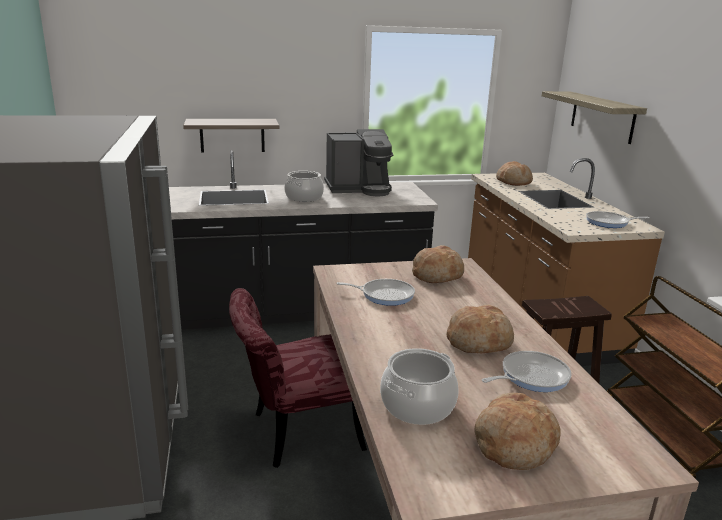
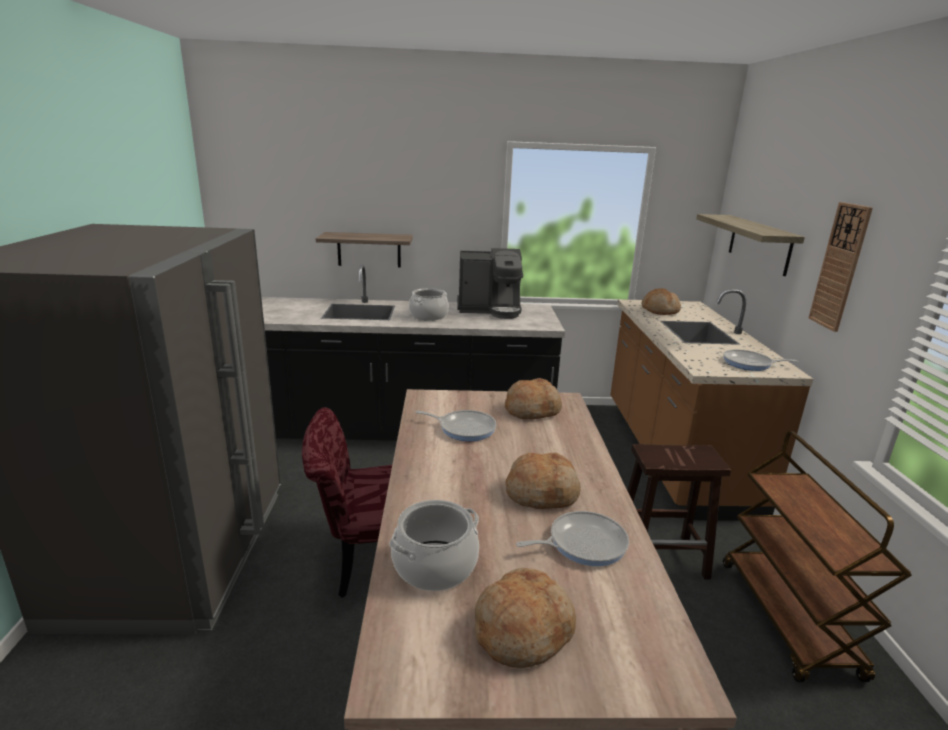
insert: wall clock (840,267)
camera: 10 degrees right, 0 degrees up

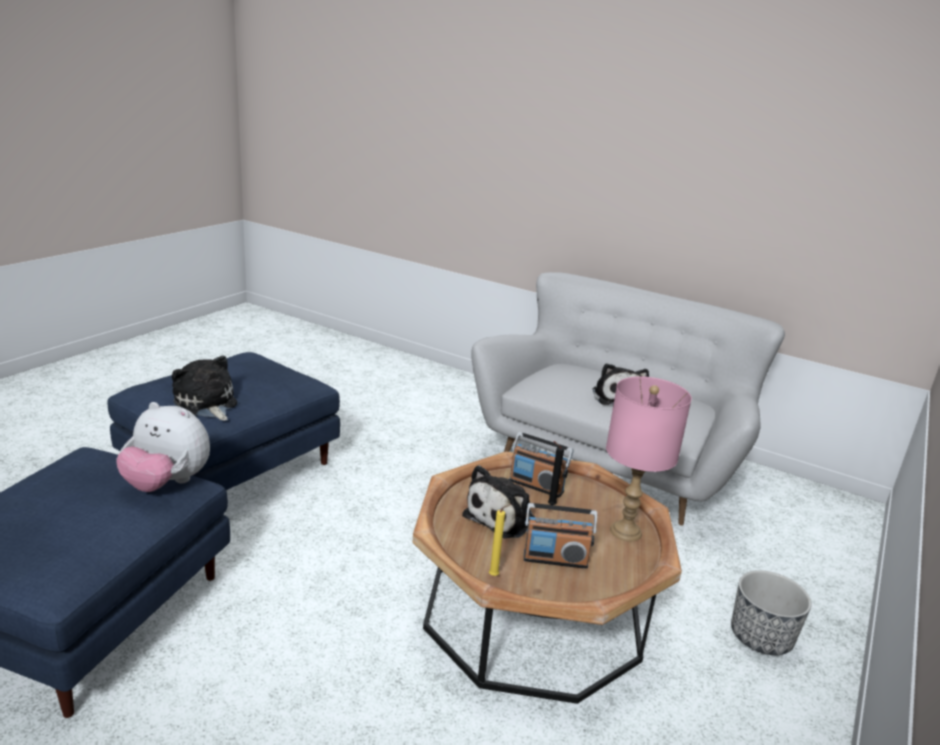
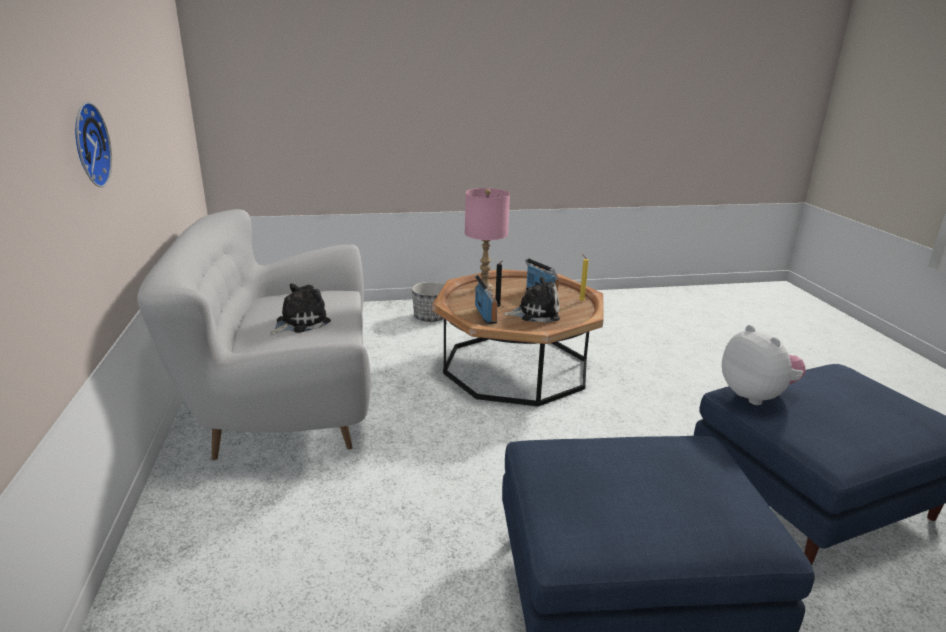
delete: plush toy (206,404)
insert: wall clock (87,145)
camera: 130 degrees left, 0 degrees up

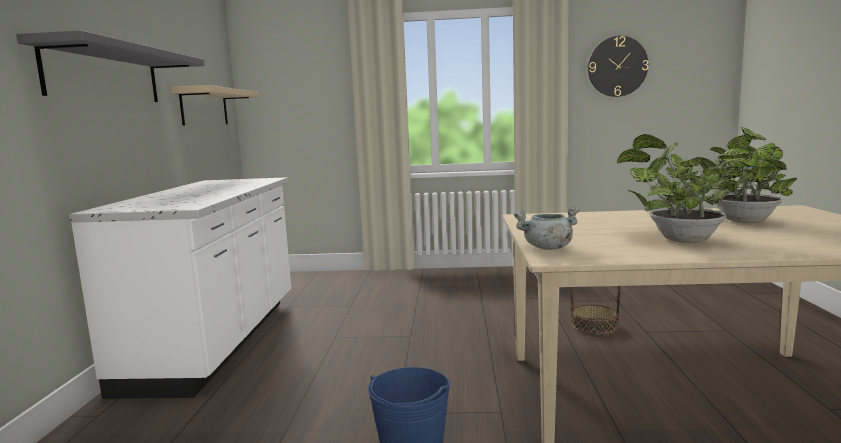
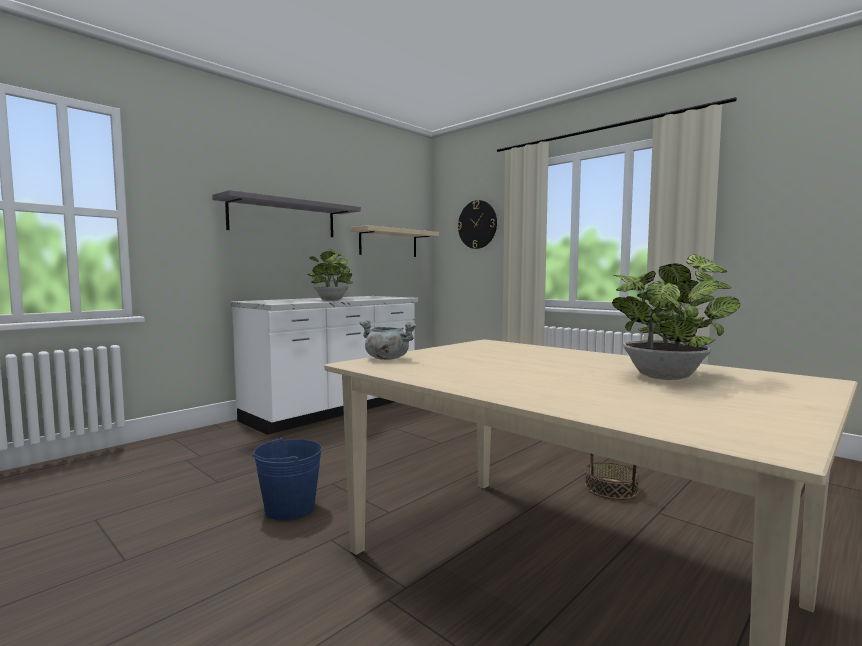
move: wall clock (617,66) to (477,224); potted plant (679,239) to (331,299)
camera: 40 degrees right, 5 degrees down

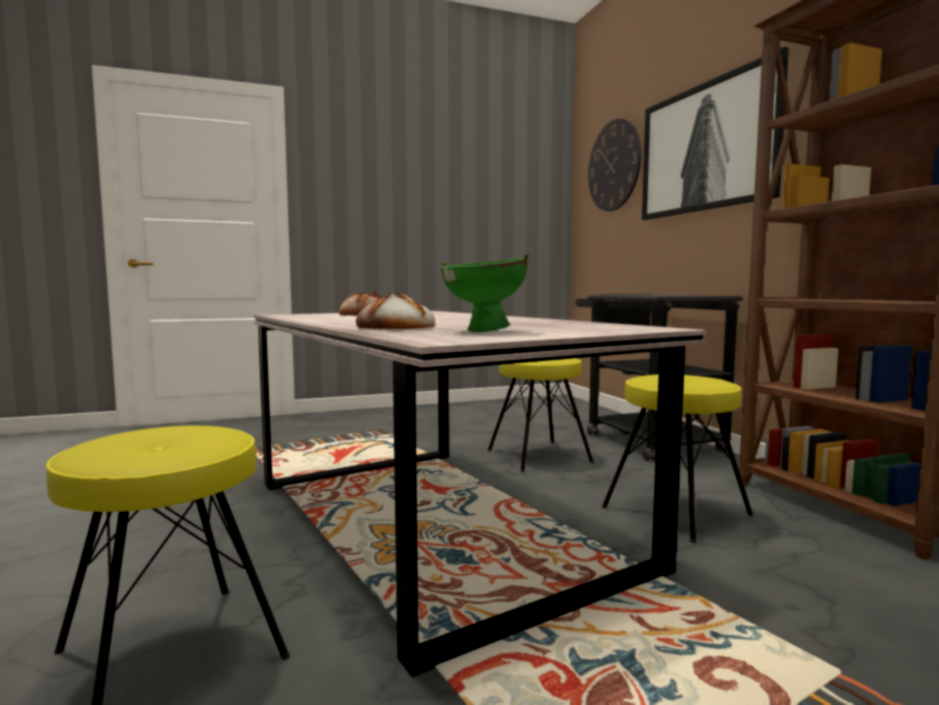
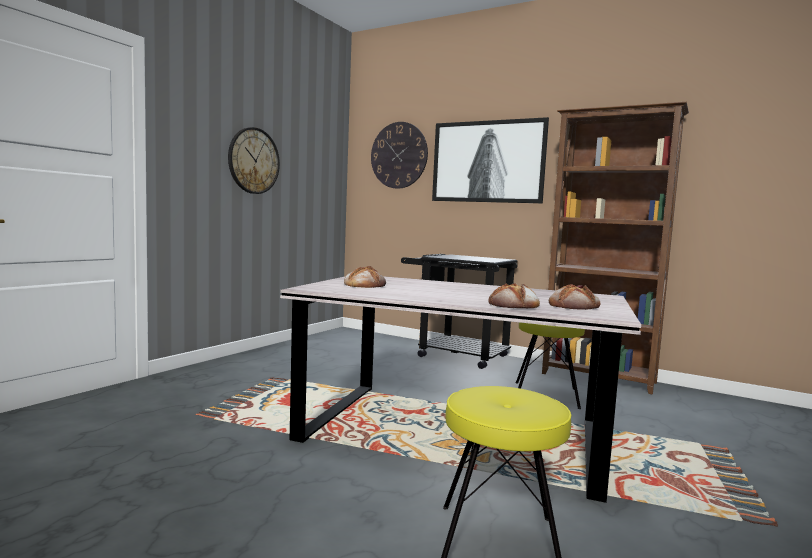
delete: yellow stool (539,456)
insert: wall clock (253,161)
replace: green bowl (485,331) to bread (574,306)
camera: 40 degrees left, 0 degrees up

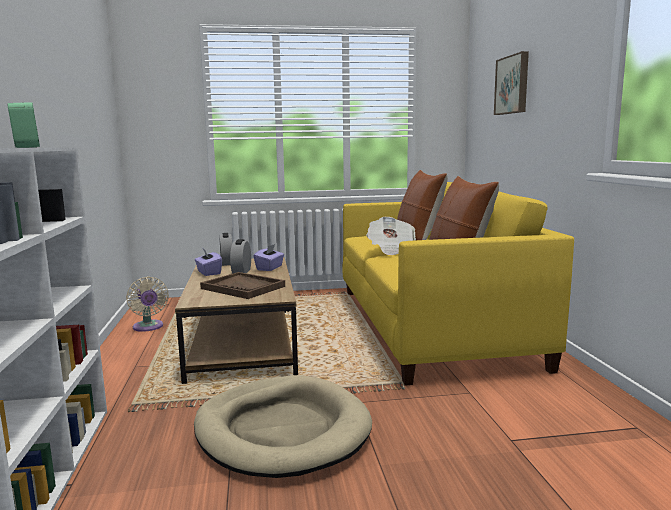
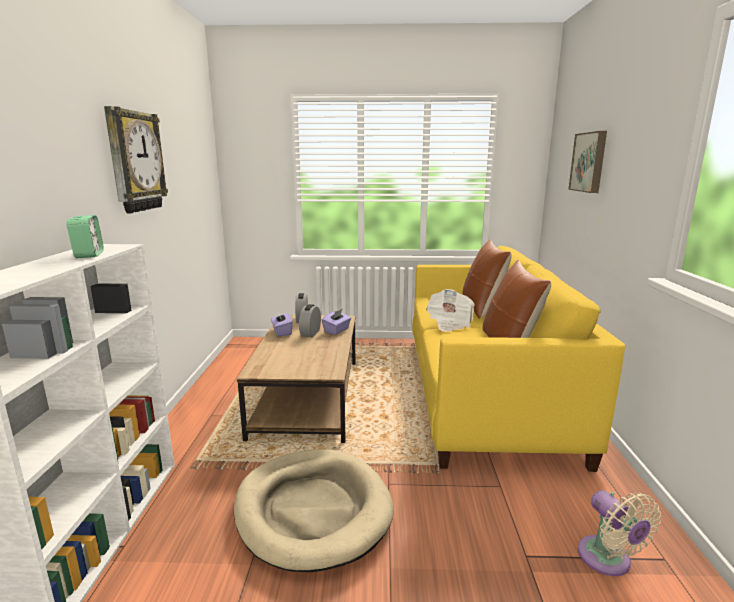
delete: brown tray (243,287)
insert: wall clock (134,161)
move: beige fan (148,327) to (608,560)
camera: 10 degrees right, 5 degrees up

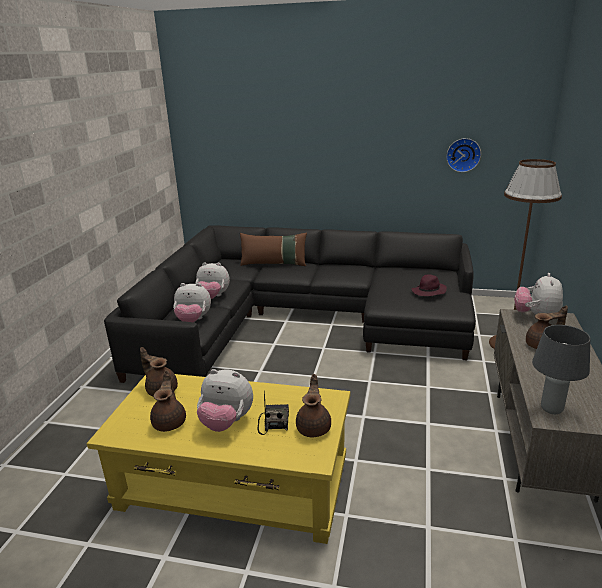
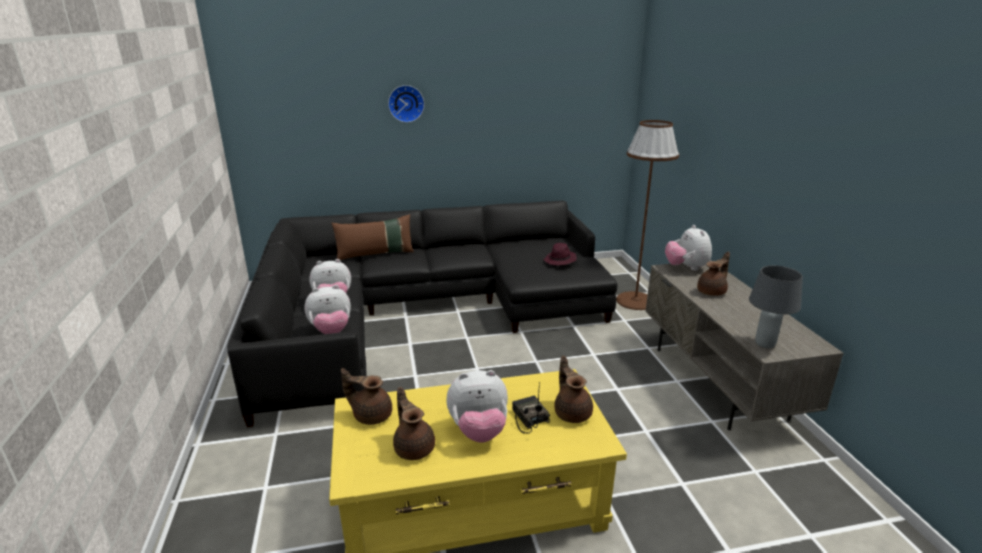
move: wall clock (463,155) to (406,103)
camera: 25 degrees left, 0 degrees up

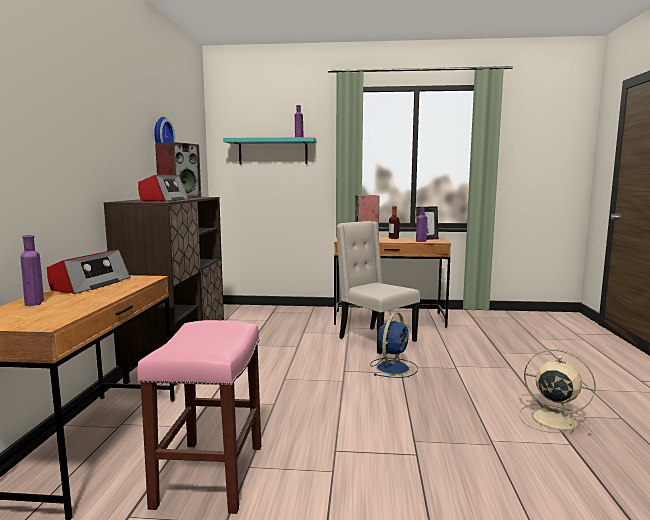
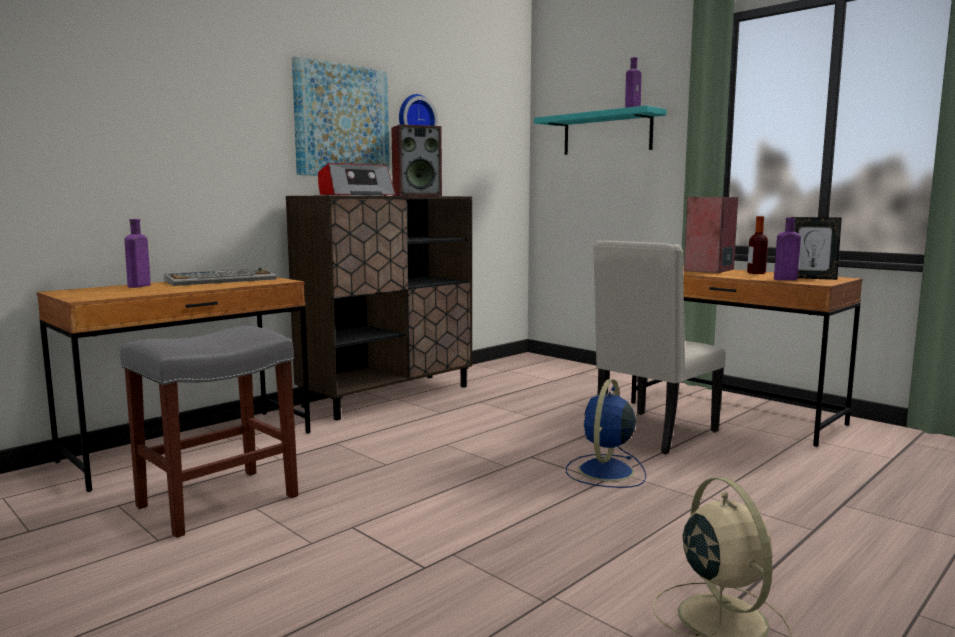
insert: picture (341,121)
replace: radio (90,284) to keyboard (222,280)
recolor: pink stool (210,476) to grey stool (217,502)
rotate: beige chair (375,340) = (652,433) 135 degrees counterclockwise; blue fan (393,367) = (605,471) 135 degrees clockwise
camera: 40 degrees right, 0 degrees up

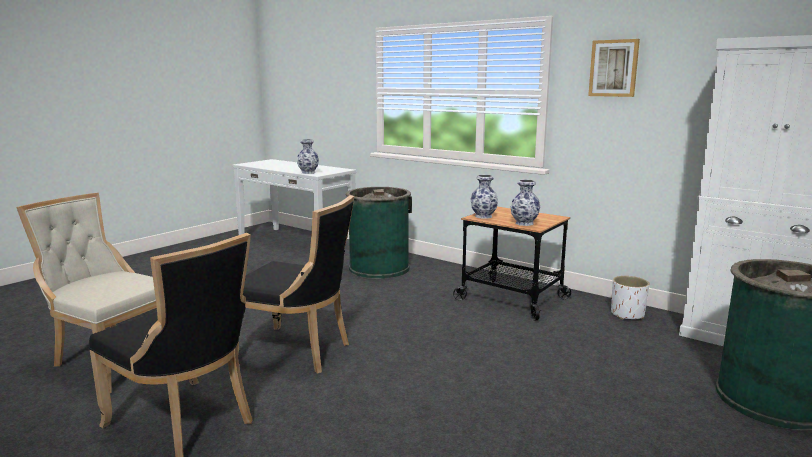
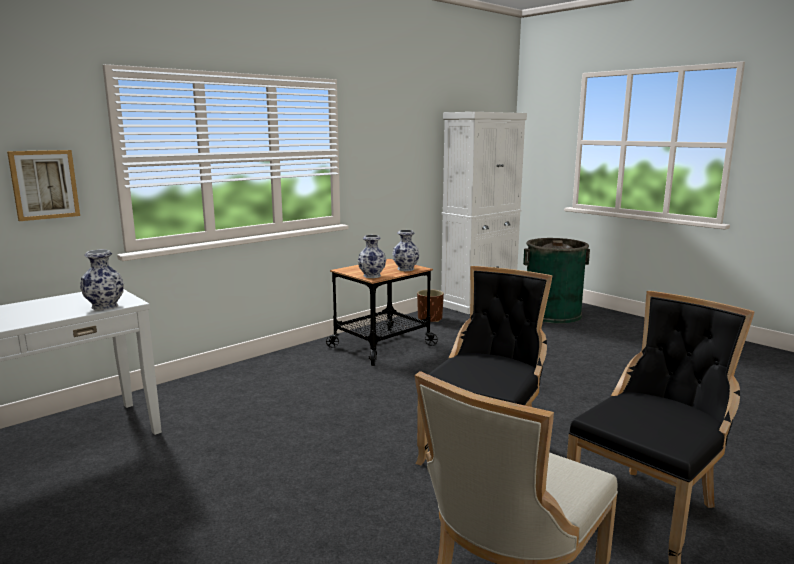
delete: green trash can (379,268)
move: picture (613,68) to (44,184)
recolor: white planter (627,314) to brown planter (430,319)
camera: 80 degrees left, 0 degrees up

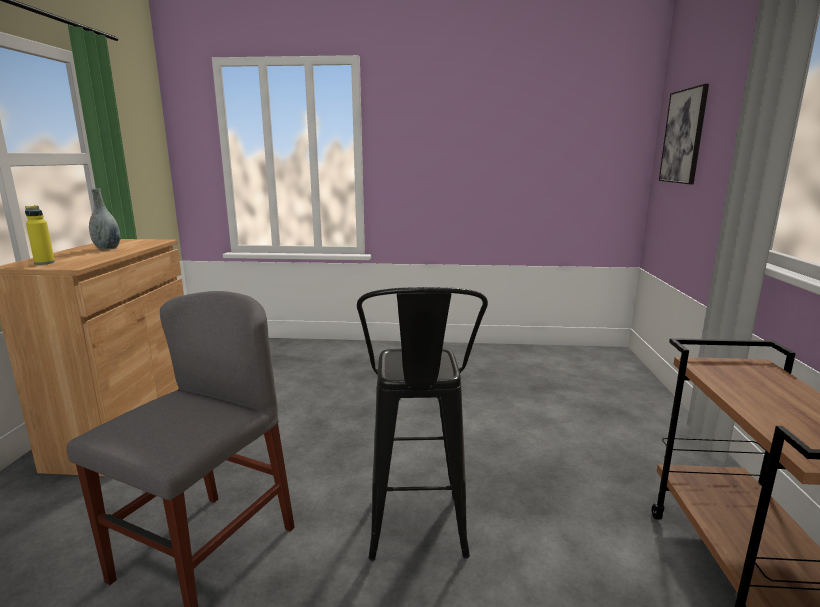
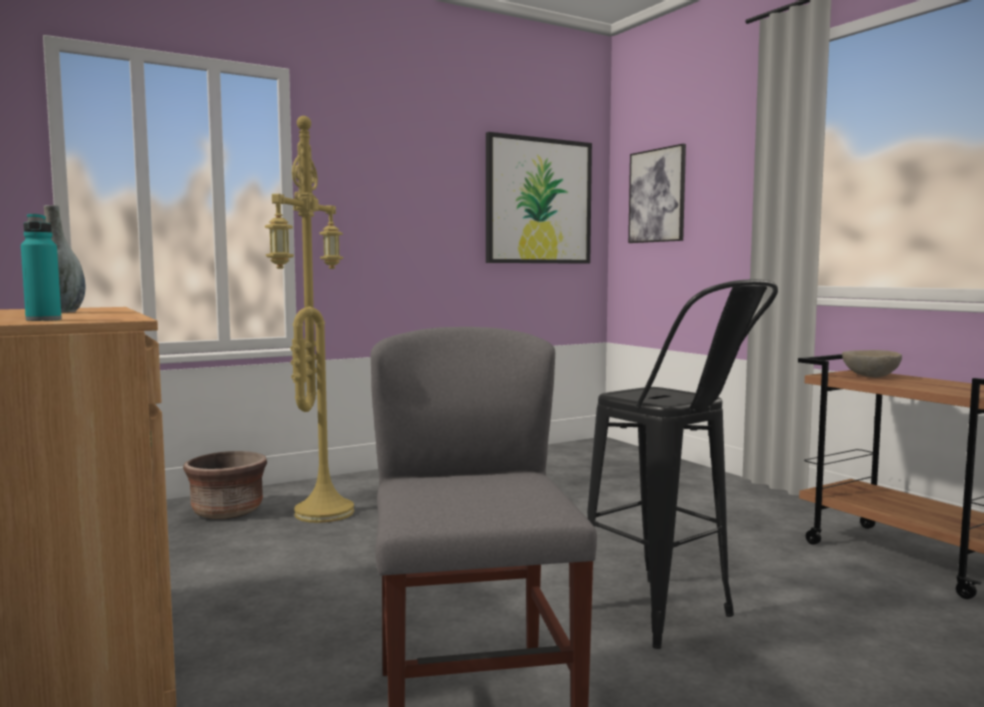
insert: yellow floor lamp (321,512); picture (538,201); beige bowl (869,376); brown planter (227,511)
recolor: yellow bottle (44,263) to turquoise bottle (43,320)
camera: 35 degrees left, 10 degrees down

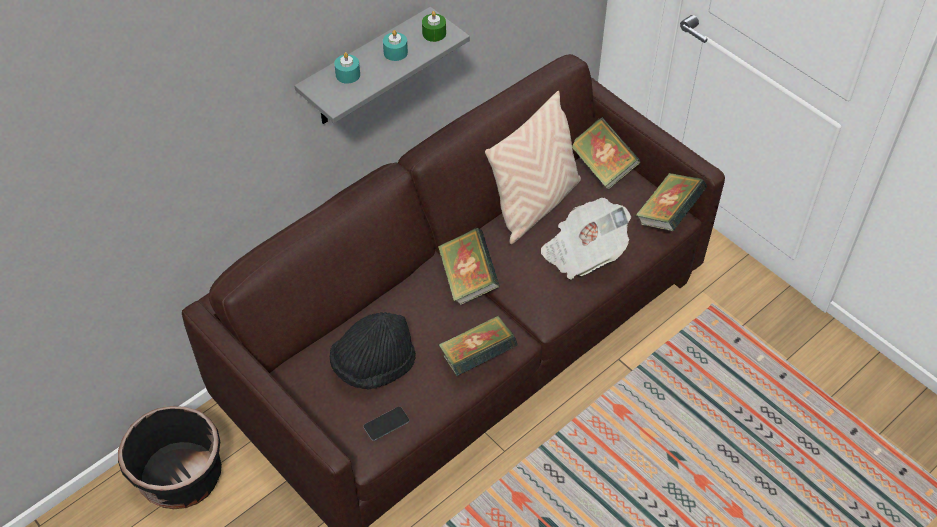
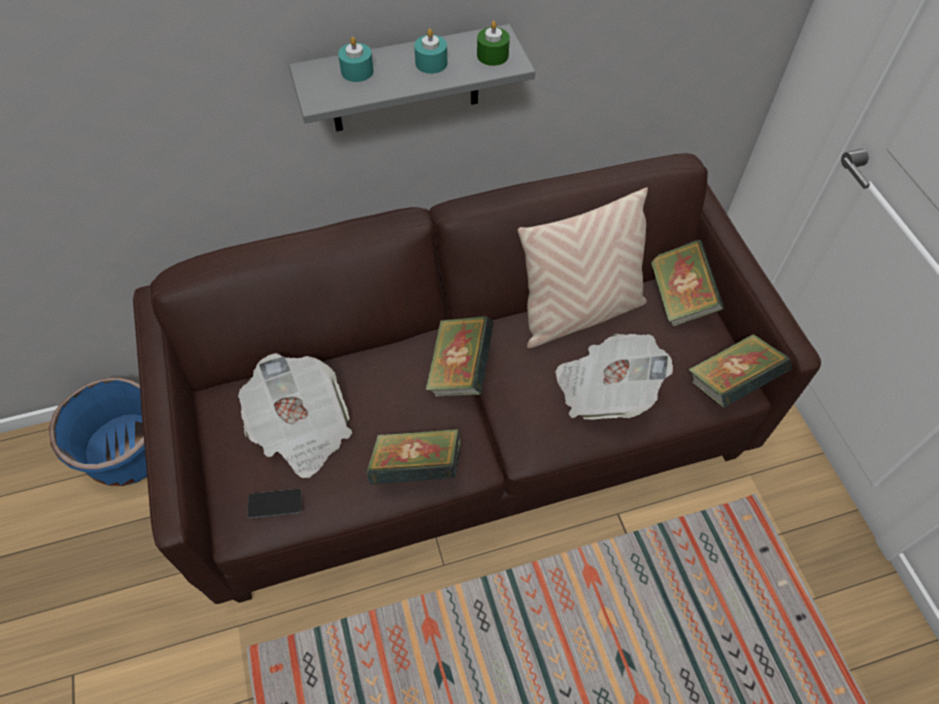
replace: black hat (373,365) to newspaper (301,428)
recolor: black planter (181,477) to blue planter (129,451)
camera: 25 degrees right, 5 degrees up

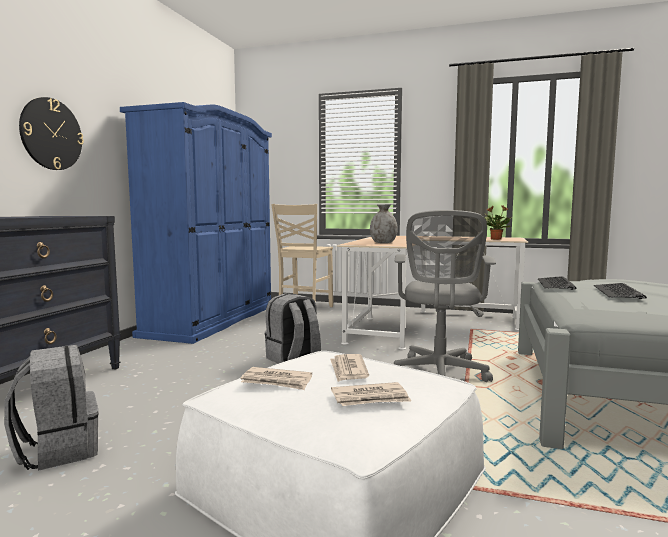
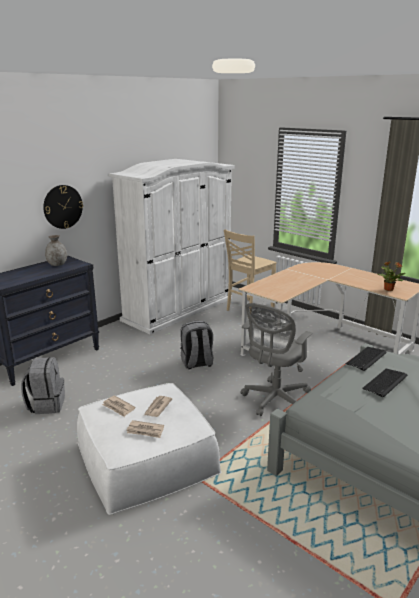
move: grey vase (383,243) to (57,264)
recolor: blue wardrobe (213,319) to white wardrobe (178,309)
camera: 25 degrees right, 15 degrees up

